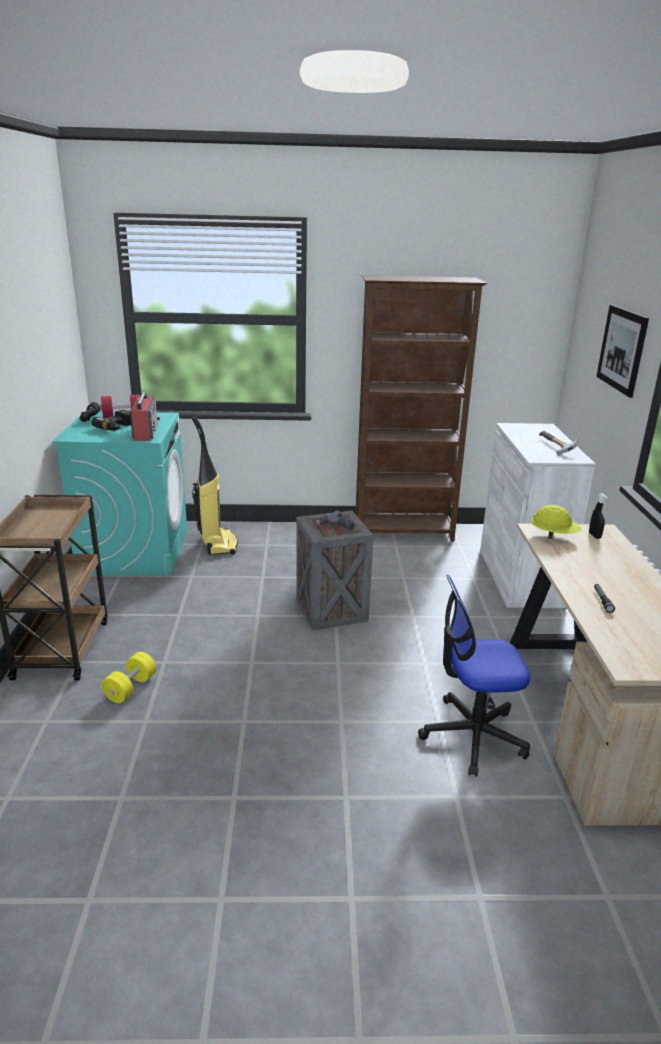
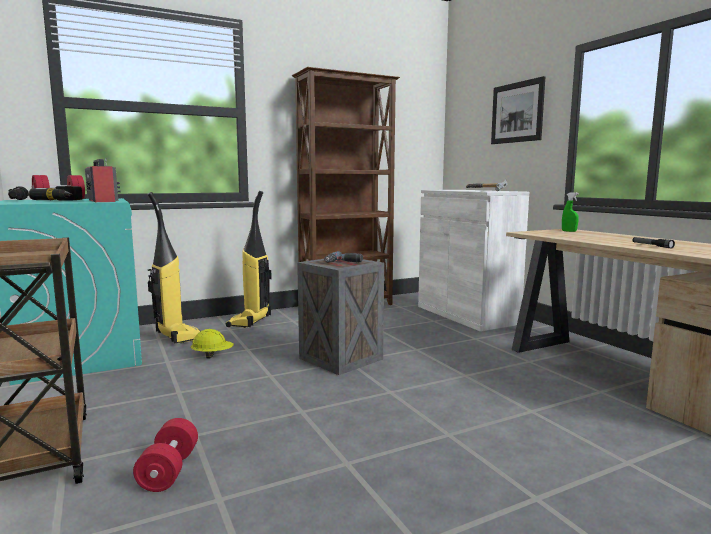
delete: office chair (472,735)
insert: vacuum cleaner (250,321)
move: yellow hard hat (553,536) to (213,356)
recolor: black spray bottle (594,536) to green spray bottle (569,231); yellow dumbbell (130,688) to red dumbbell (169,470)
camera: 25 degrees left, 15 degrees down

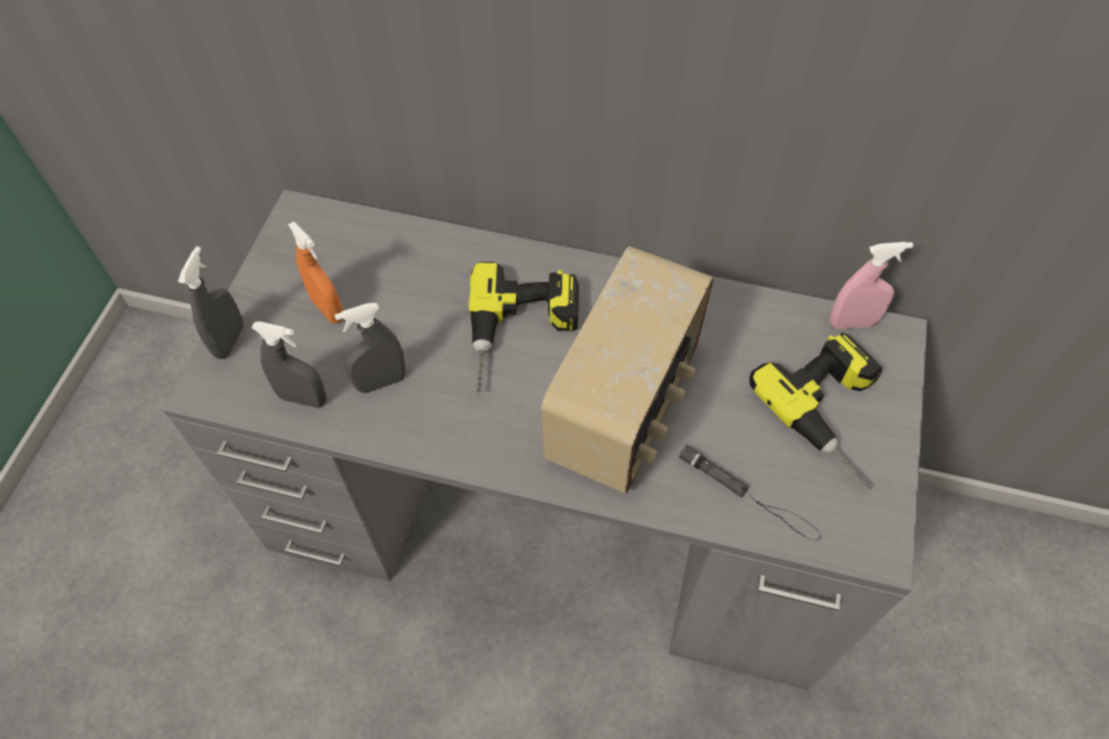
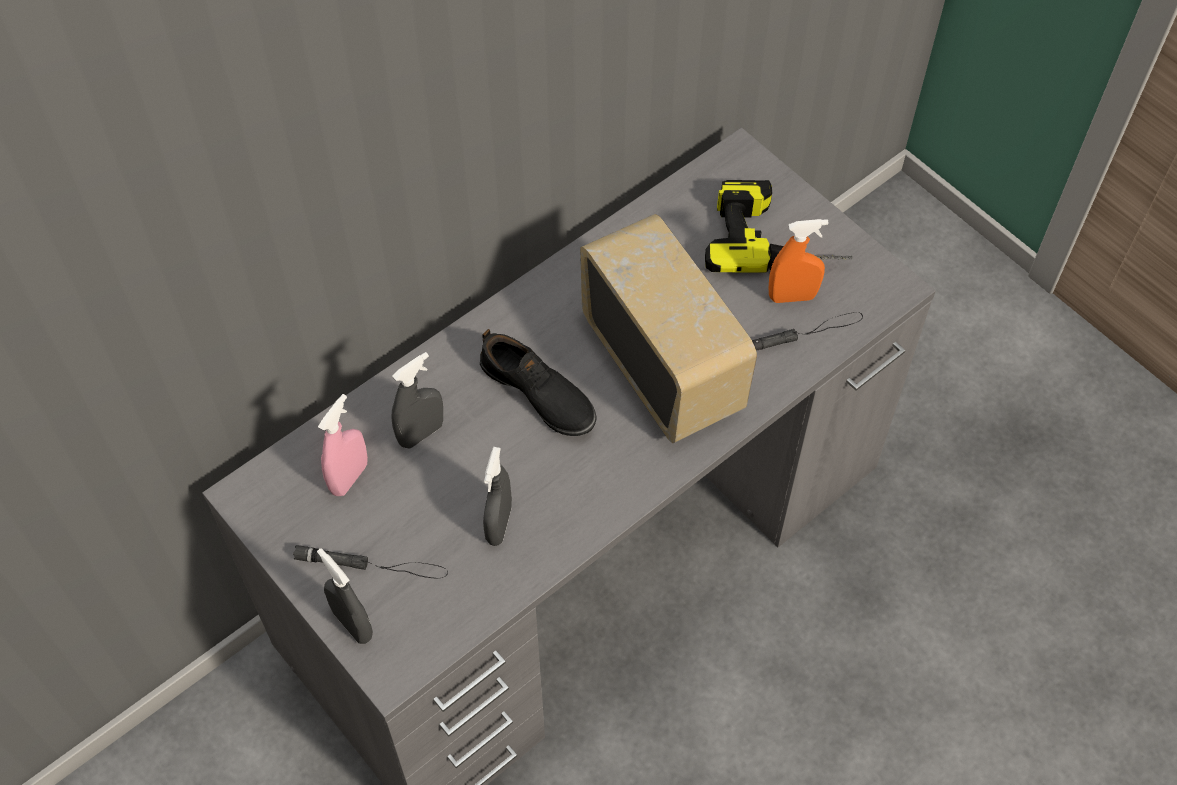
insert: black flashlight (371,564)
move: orange spray bottle (327,309) to (792,296); pink spray bottle (852,323) to (349,478); grey spray bottle (303,398) to (421,433)
replace: power drill (522,335) to black shoe (537,395)
camera: 55 degrees left, 0 degrees up

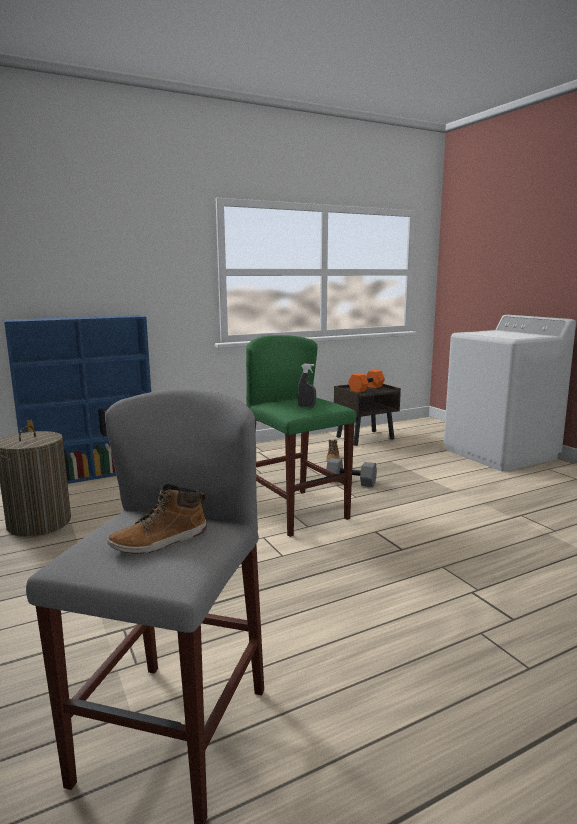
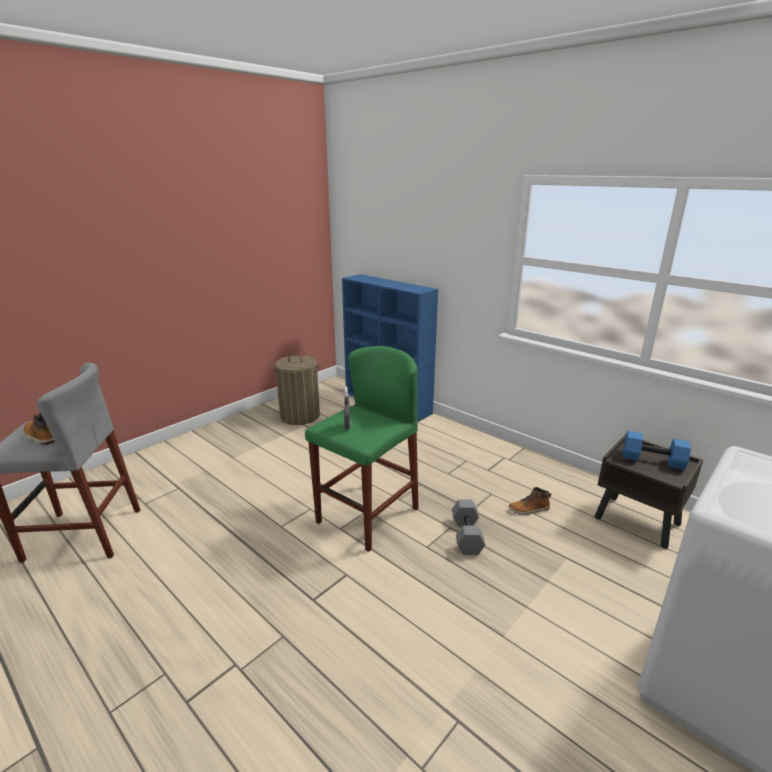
recolor: orange dumbbell (366,389) to blue dumbbell (652,461)
camera: 70 degrees right, 10 degrees up

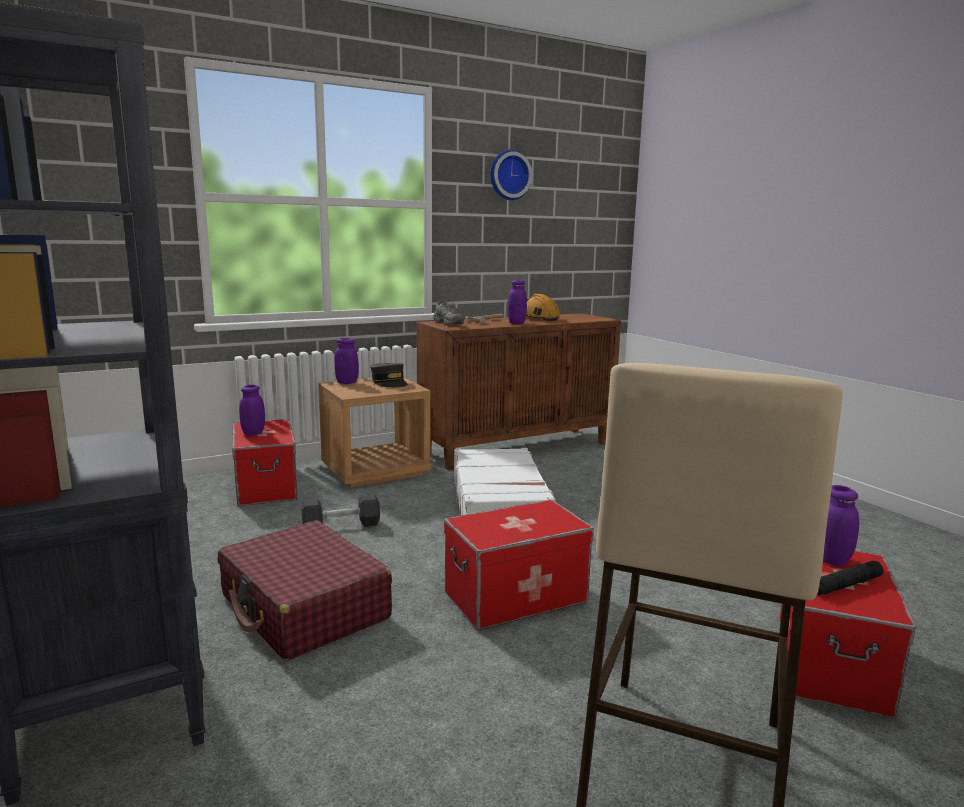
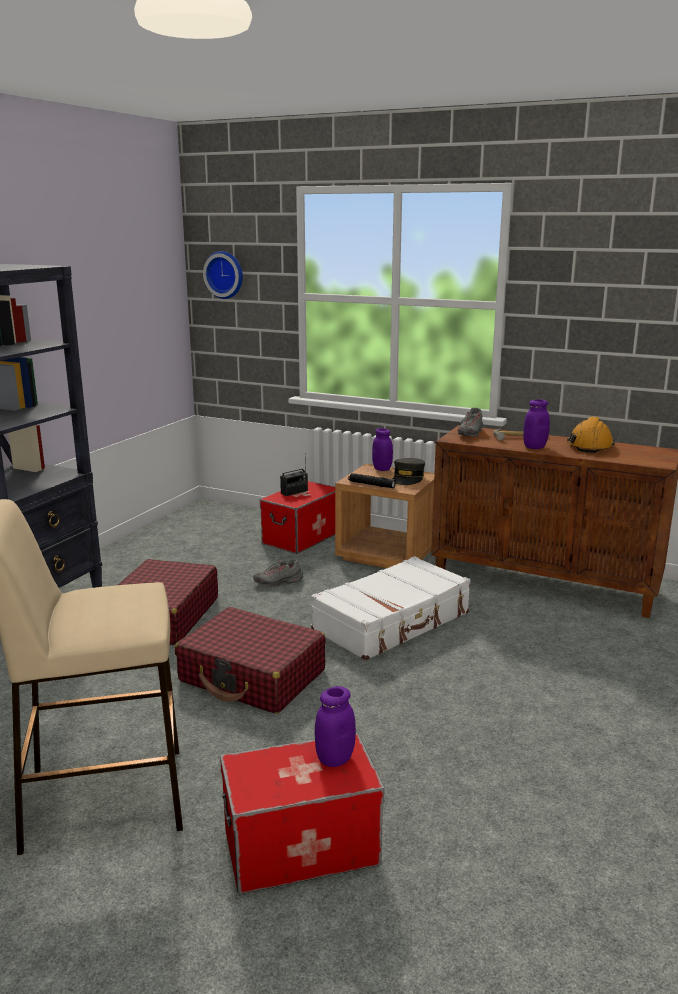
move: wall clock (509,175) to (225,274); black flashlight (845,585) to (371,484)
replace: purple jar (253,433) to radio (294,492); grey dumbbell (341,525) to grey shoe (278,582); storage box (515,596) to red suitcase (252,676)
camera: 55 degrees right, 5 degrees up

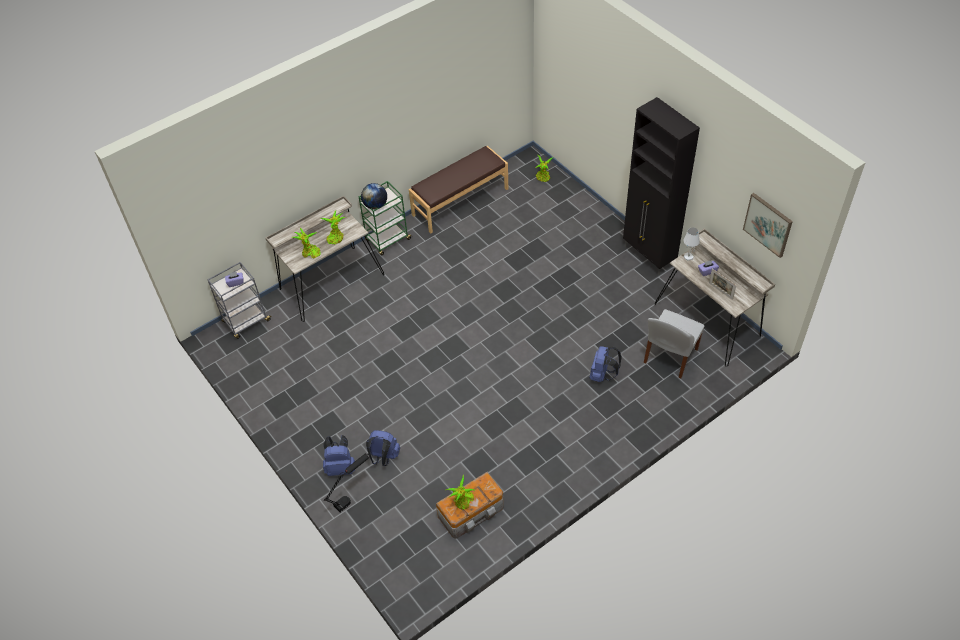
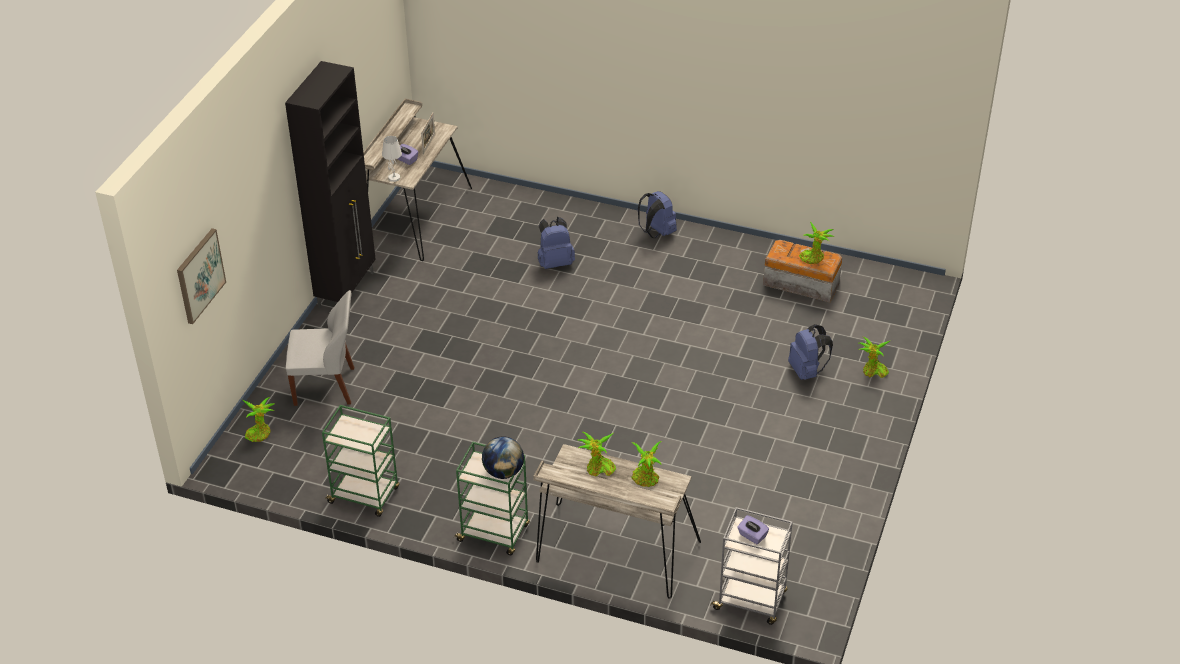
move: picture (768,224) to (200,275); white chair (669,357) to (326,386); blue backpack (341,467) to (657,232)
replace: brown bench (460,201) to green cart (365,496); black table lamp (351,496) to potted plant (873,372)
camera: 125 degrees left, 10 degrees down

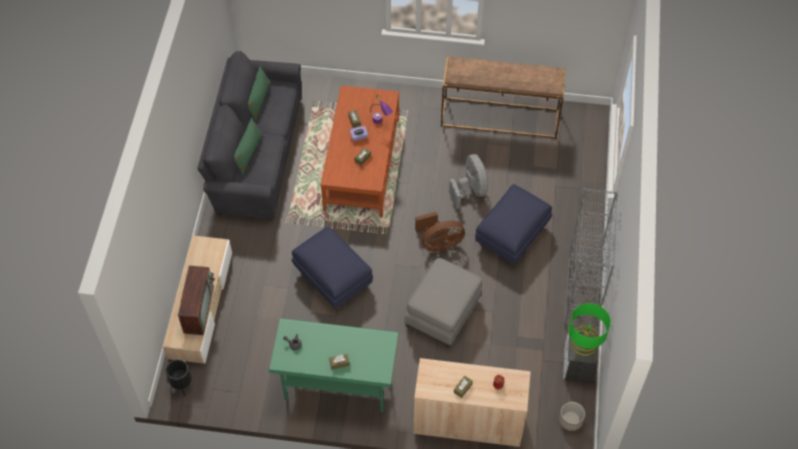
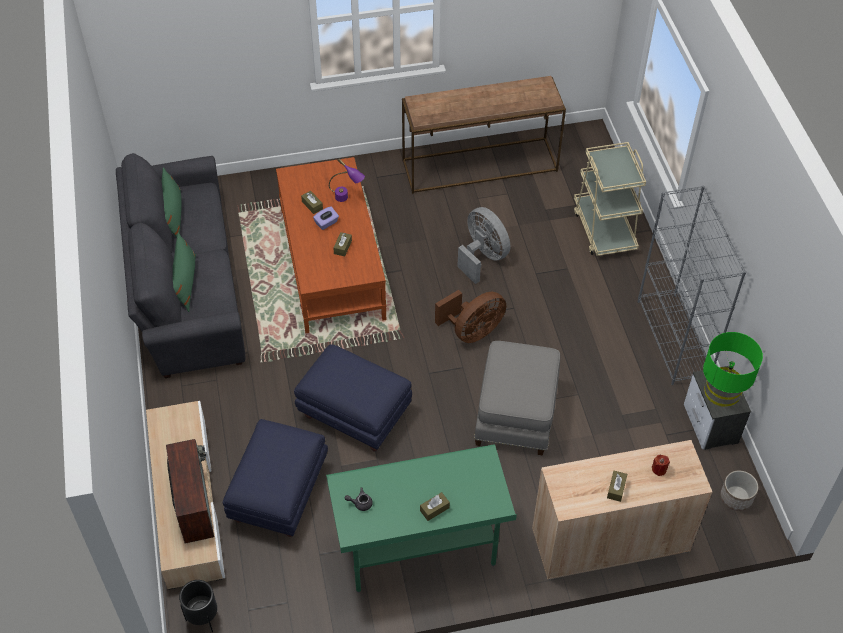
insert: beige cart (604,229)
move: blue ottoman (511,236) to (278,495)
camera: 20 degrees left, 5 degrees down

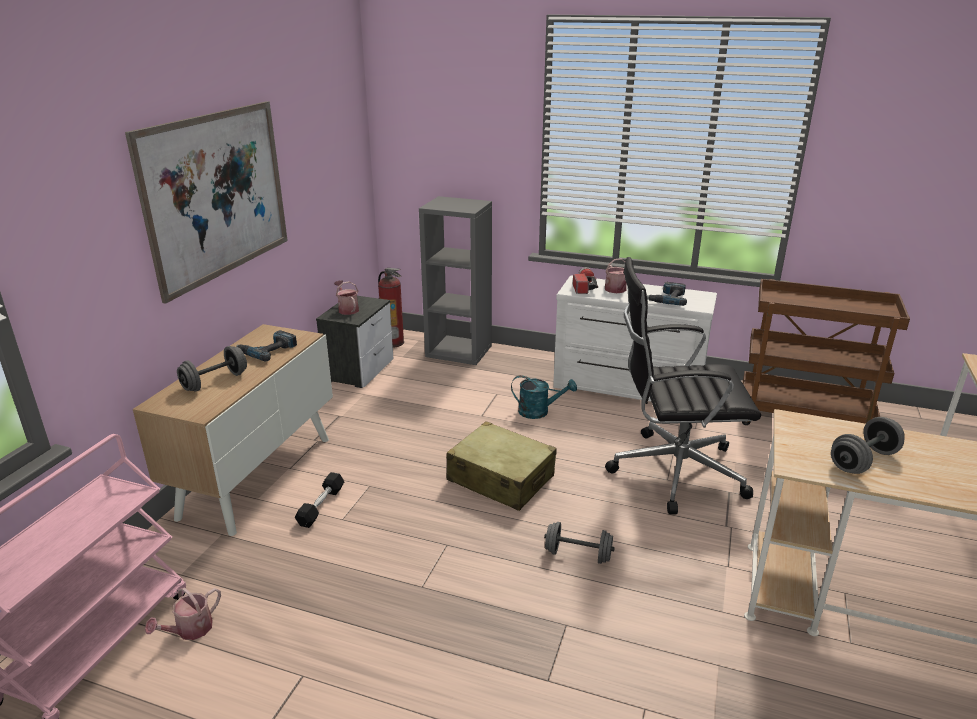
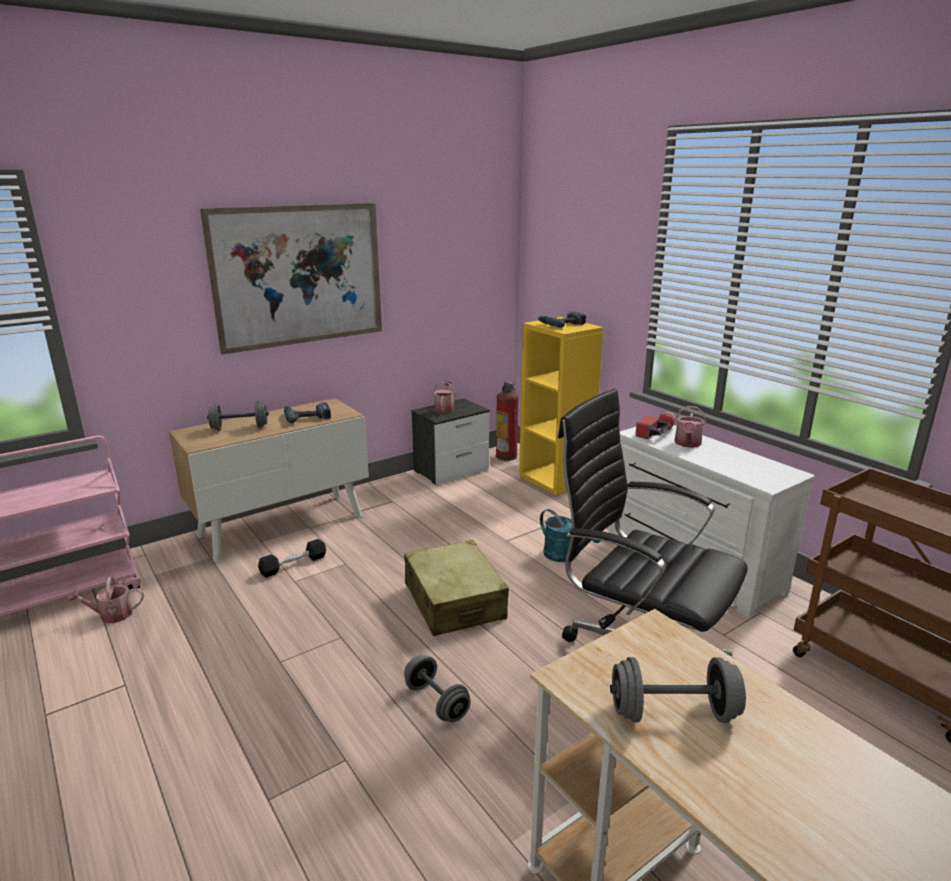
move: power drill (667,298) to (561,324)
recolor: grey bookcase (459,351) to yellow bookcase (556,479)
camera: 35 degrees right, 5 degrees down

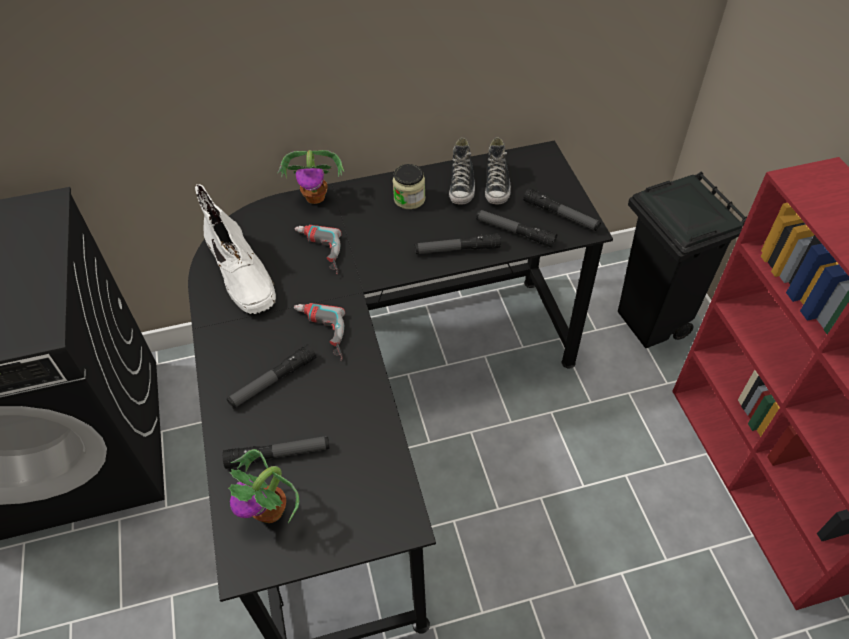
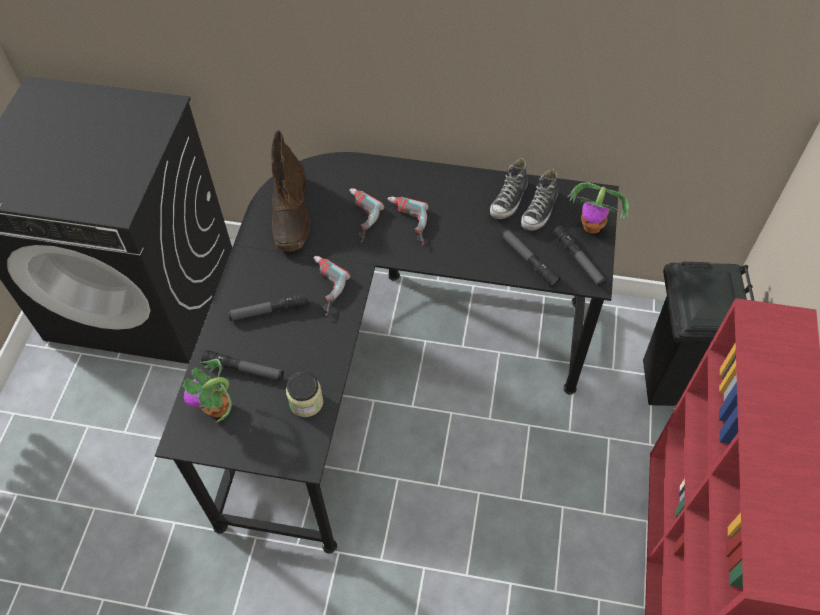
delete: flashlight (457,249)
insert: power drill (405,223)
move: potted plant (316,197) to (592,226); jar (409,199) to (306,402)
recolor: white boot (242,275) to brown boot (291,214)
camera: 25 degrees right, 5 degrees up

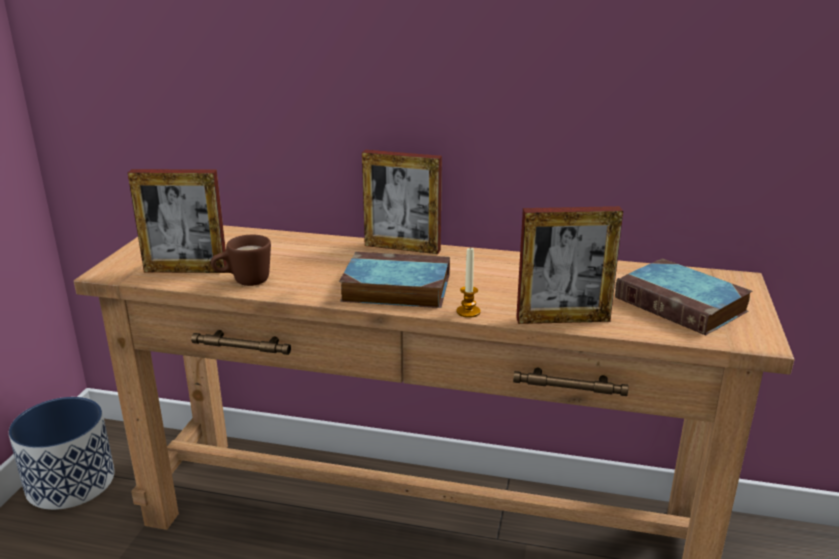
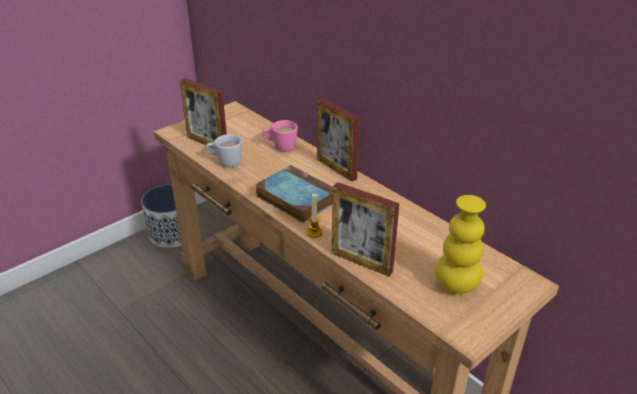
insert: pink mug (280,147)
replace: book (683,305) to yellow vase (456,286)
recolor: brown mug (244,282) to white mug (225,162)
camera: 35 degrees right, 10 degrees up

